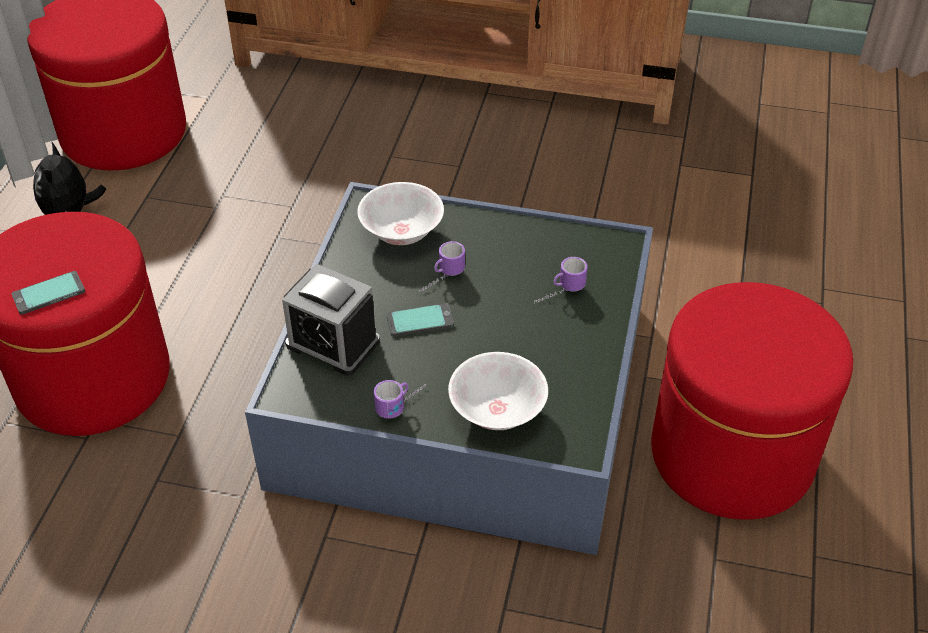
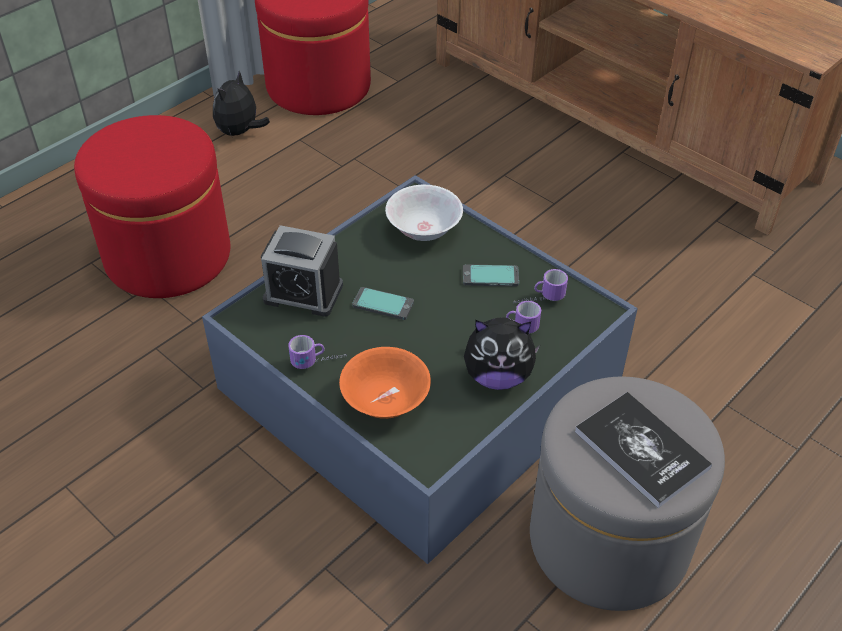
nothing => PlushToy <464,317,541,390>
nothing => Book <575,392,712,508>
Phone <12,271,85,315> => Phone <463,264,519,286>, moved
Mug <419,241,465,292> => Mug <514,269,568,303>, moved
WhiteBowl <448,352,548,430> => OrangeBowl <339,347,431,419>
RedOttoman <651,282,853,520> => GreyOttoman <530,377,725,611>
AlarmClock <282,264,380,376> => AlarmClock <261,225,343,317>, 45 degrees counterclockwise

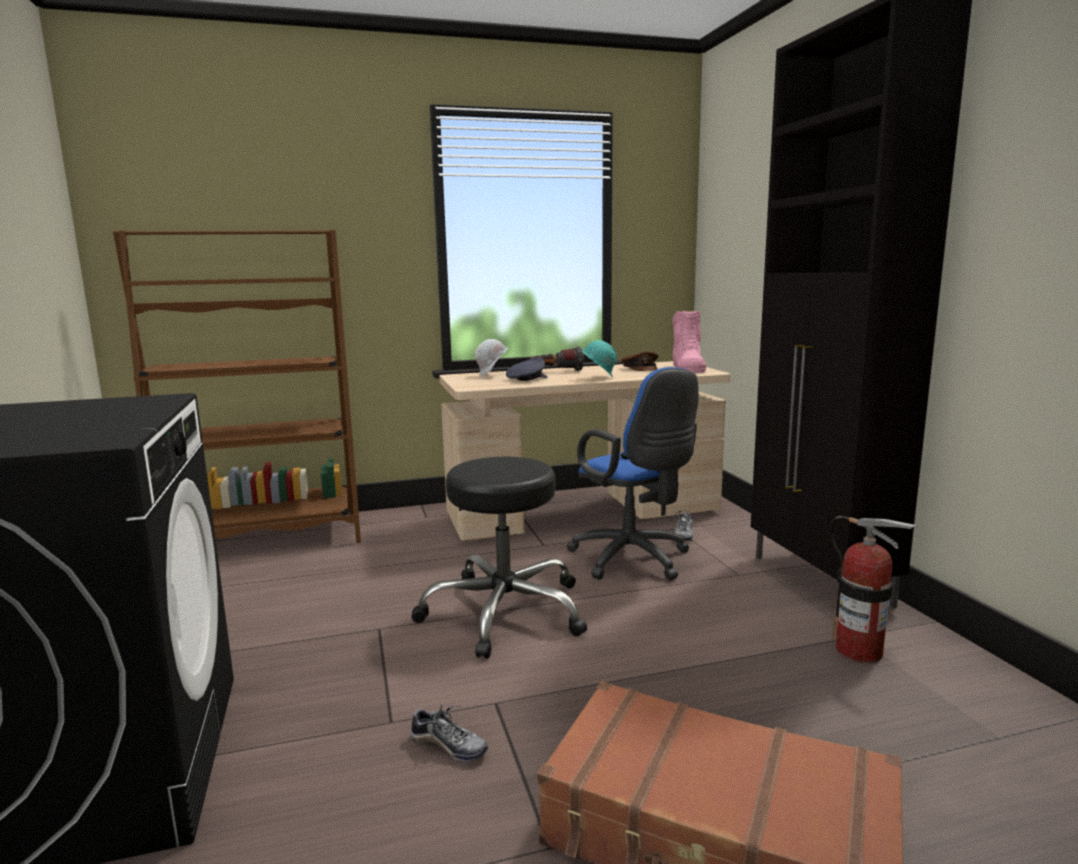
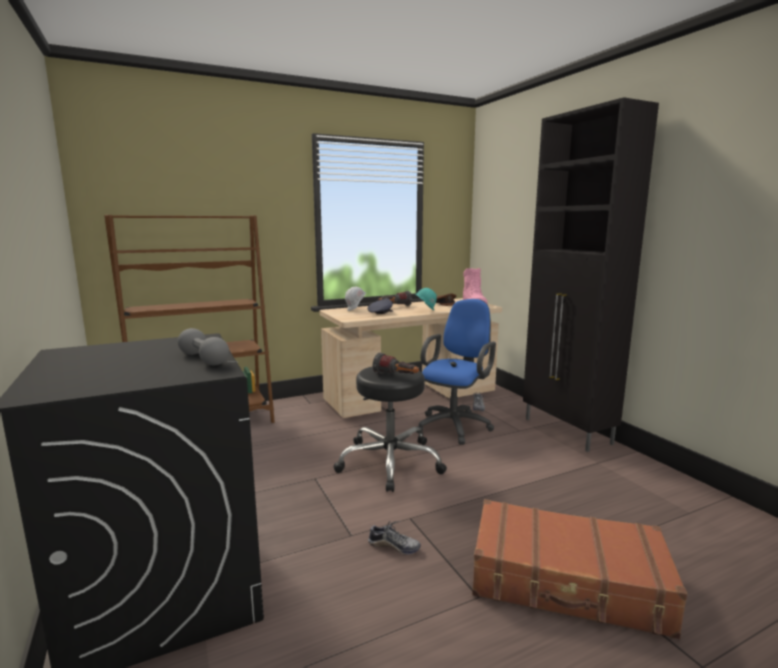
FireExtinguisher <829,516,917,663> => nothing
nothing => GreyDumbbell <178,328,229,365>
nothing => Flashlight <373,353,419,374>
BlueOfficeChair <567,367,699,580> => BlueOfficeChair <416,299,496,445>, 105 degrees counterclockwise

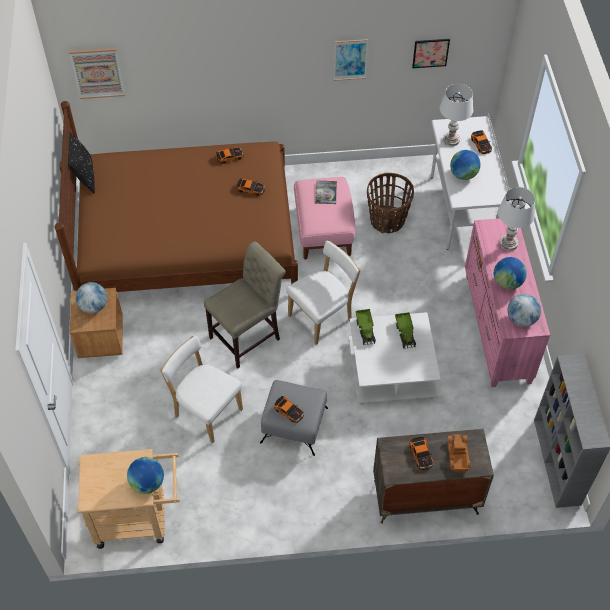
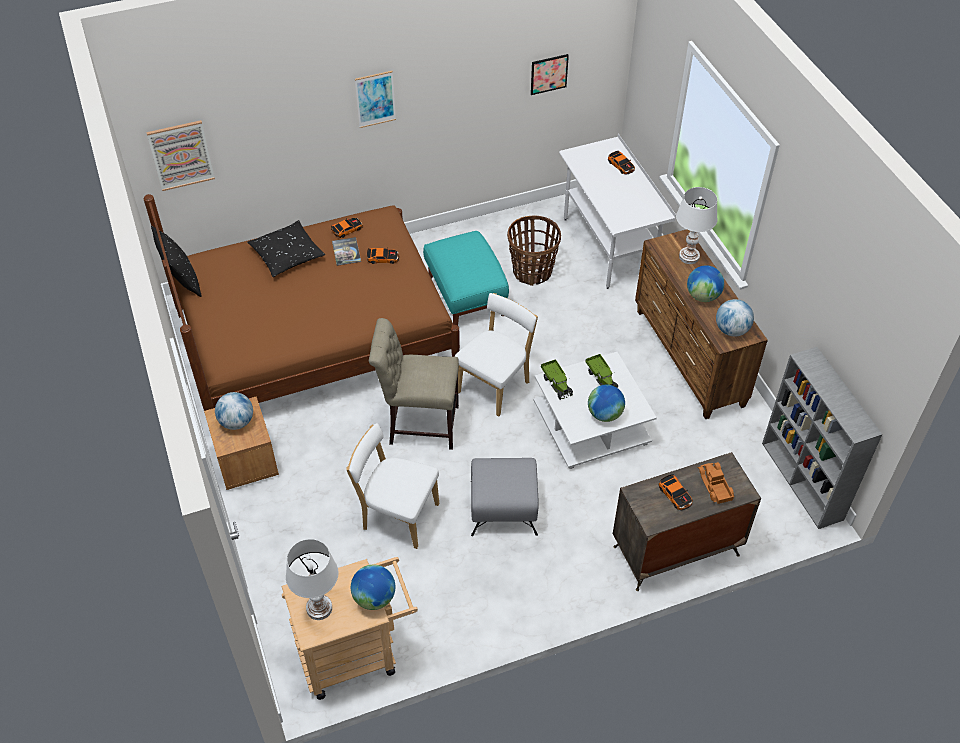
ToyCar <274,396,304,423> => nothing
nothing => BlackPillow <247,220,325,277>
Book <315,181,337,204> => Book <332,237,361,266>, moved
Picture <334,39,368,81> => Picture <355,71,396,128>, moved
WhiteTableLamp <440,84,473,147> => WhiteTableLamp <286,539,339,620>, moved
Globe <450,150,480,180> => Globe <588,385,625,422>, moved
PinkOttoman <294,177,356,260> => TurquoiseOttoman <423,231,509,326>
PinkDresser <465,218,550,387> => BrownDresser <635,229,768,419>
BeigeChair <204,241,286,369> => BeigeChair <369,318,459,450>, 120 degrees counterclockwise

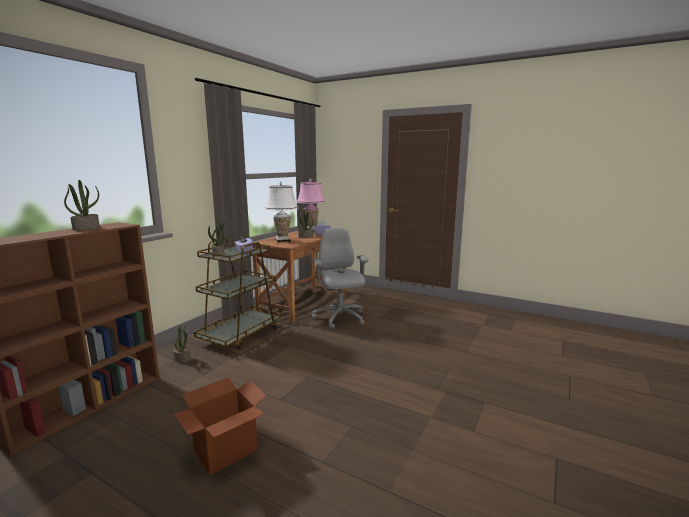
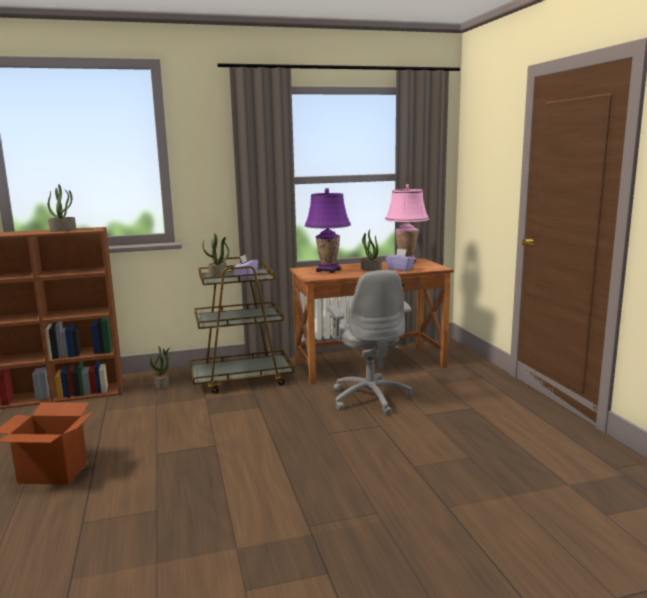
WhiteTableLamp <265,182,298,243> => PurpleTableLamp <305,188,351,273>
GreyOfficeChair <312,228,368,329> => GreyOfficeChair <327,270,412,415>, 135 degrees clockwise

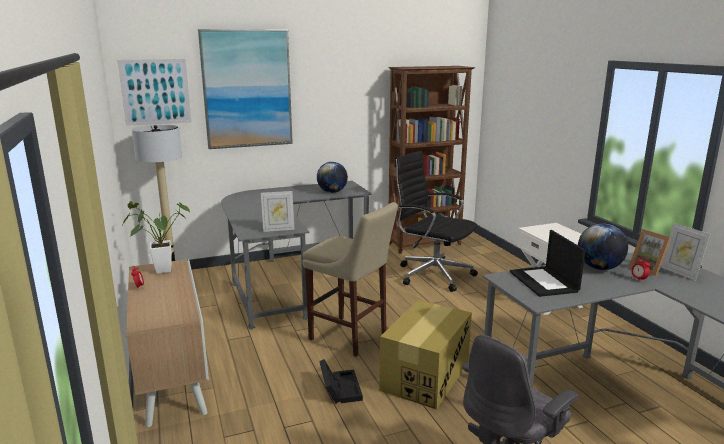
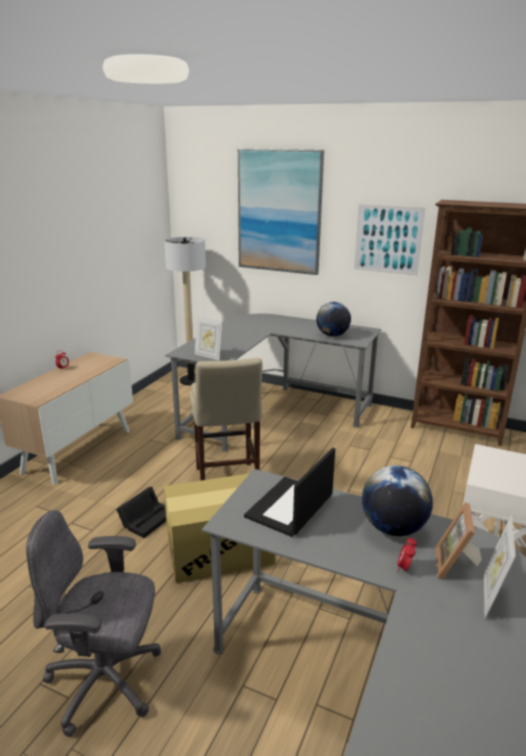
PottedPlant <123,201,190,274> => nothing
BlackOfficeChair <394,151,478,292> => nothing
Picture <117,59,192,126> => Picture <354,204,425,275>, moved

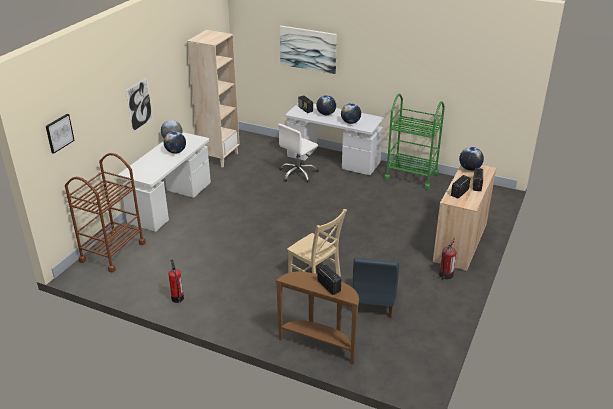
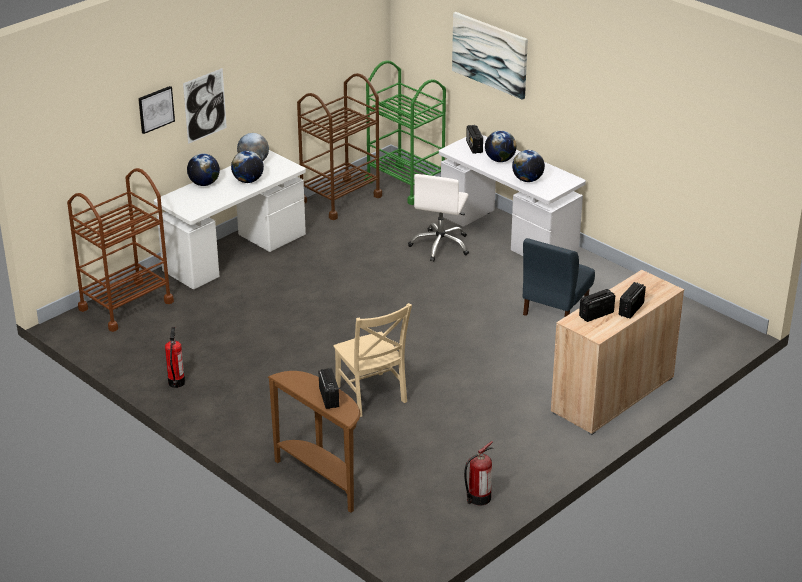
Picture <46,114,75,154> => Picture <138,86,175,134>, moved
BlueChair <352,257,399,318> => BlueChair <523,238,595,317>, moved
GreenCart <384,94,445,190> => GreenCart <365,60,446,205>, moved
FireExtinguisher <439,238,456,280> => FireExtinguisher <464,441,493,505>, moved
Globe <459,147,484,171> => Globe <187,153,220,186>, moved
BeigeBookcase <187,30,240,167> => BrownCart <297,73,382,220>
WhiteOfficeChair <278,124,319,183> => WhiteOfficeChair <408,174,469,261>, 45 degrees counterclockwise

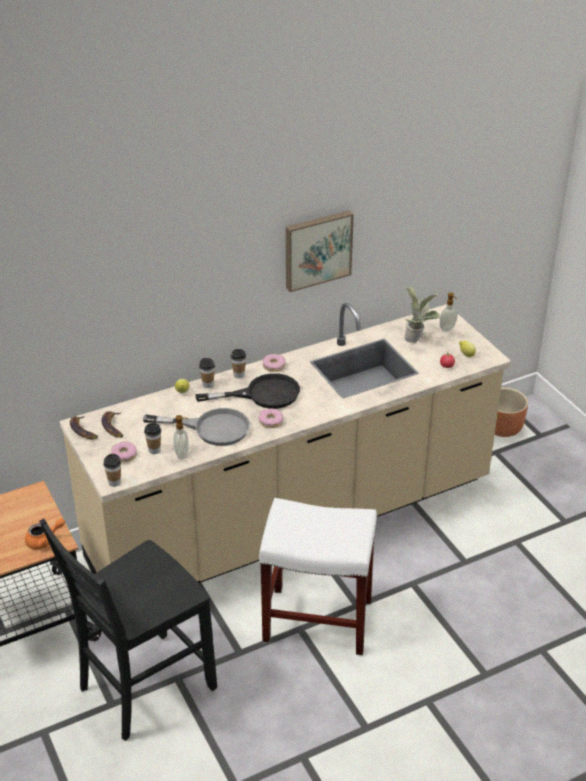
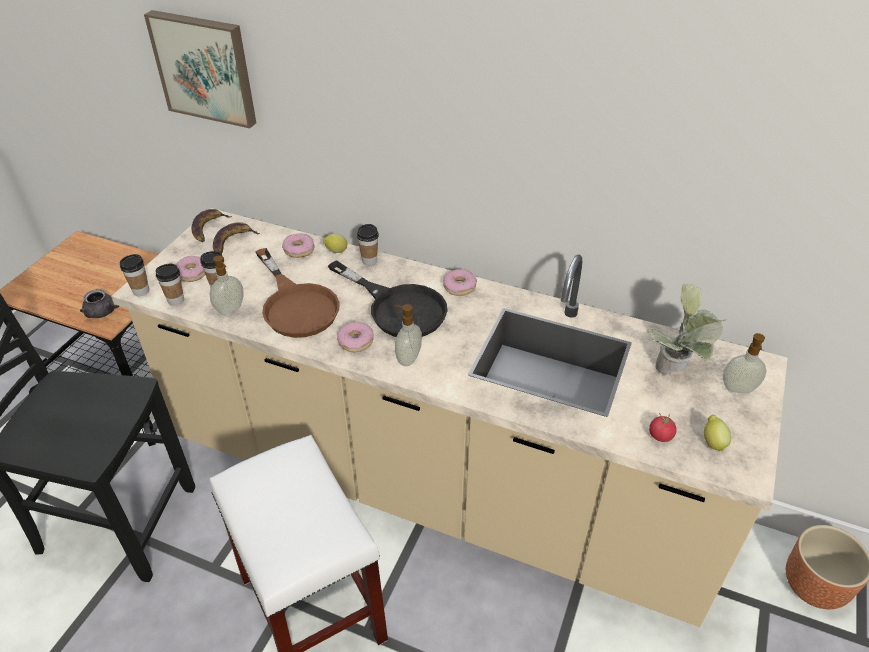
nothing => Donut <282,233,314,258>
nothing => SoapDispenser <395,304,422,366>
Cup <231,349,246,378> => Cup <155,264,184,306>, moved
Picture <286,211,354,292> => Picture <144,10,256,128>, moved
OrangeTeapot <25,518,65,549> => GreyTeapot <80,289,119,318>
GreyFryingPan <143,408,250,446> => BrownFryingPan <255,248,340,338>

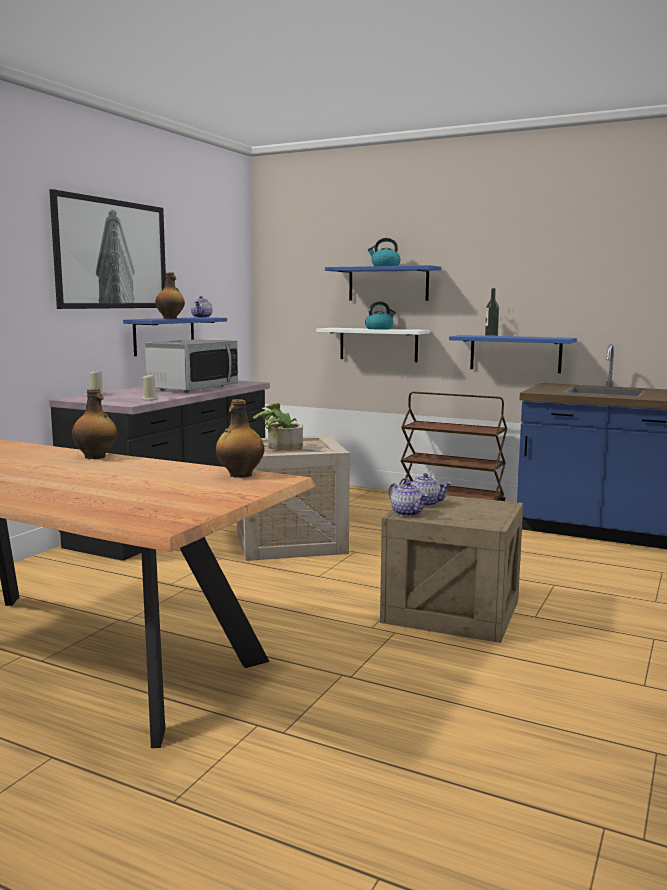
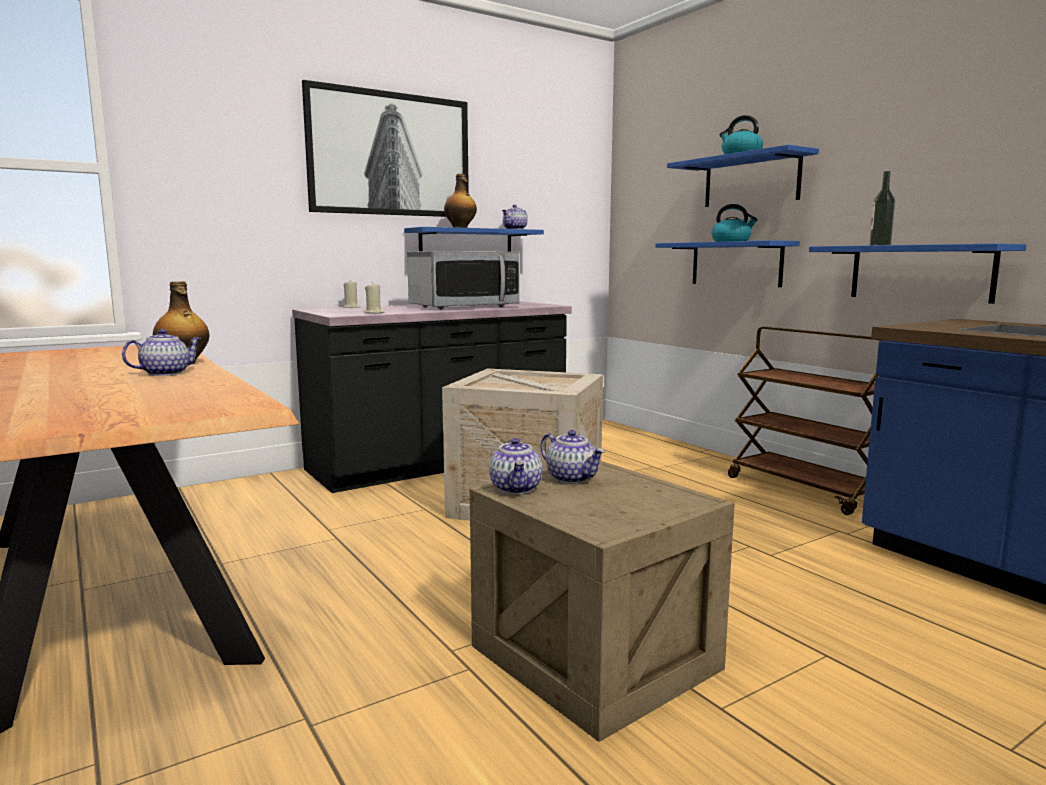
Bottle <216,399,265,478> => nothing
PottedPlant <253,403,303,451> => nothing
nothing => Teapot <122,329,202,376>
WhiteShelf <316,328,430,362> => BlueShelf <655,240,800,287>

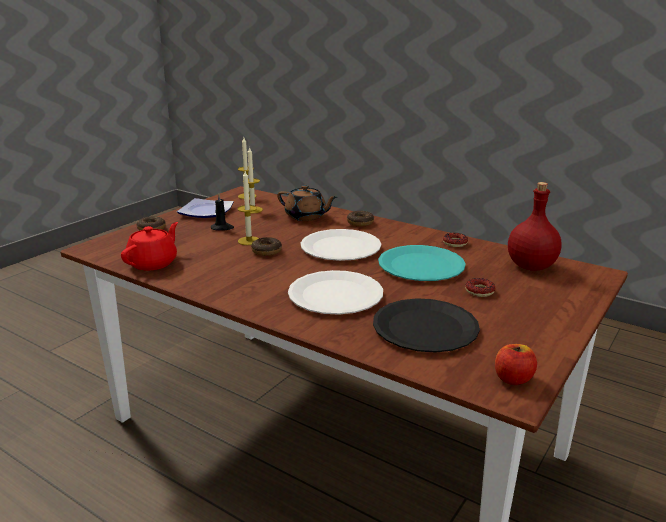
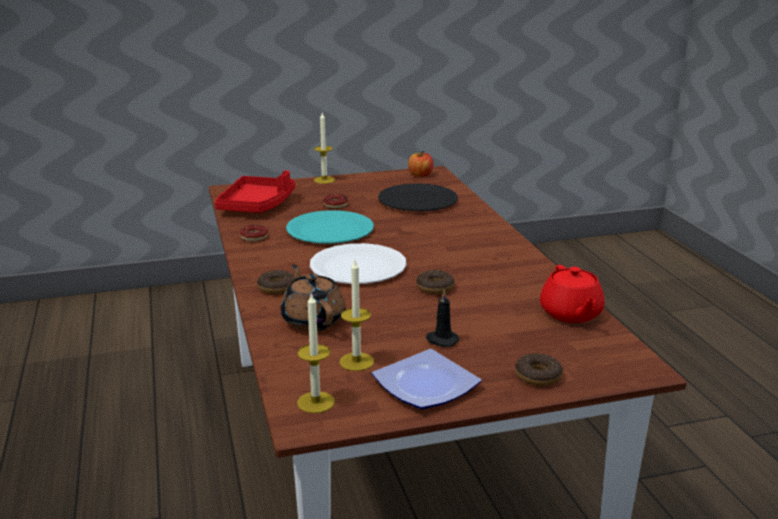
WhitePlate <288,270,383,315> => nothing
Candle <238,171,259,245> => Candle <314,113,335,184>, moved
RedBottle <508,182,562,271> => RedTray <215,170,295,213>
RedTeapot <121,222,178,271> => RedTeapot <540,265,605,323>, 75 degrees counterclockwise

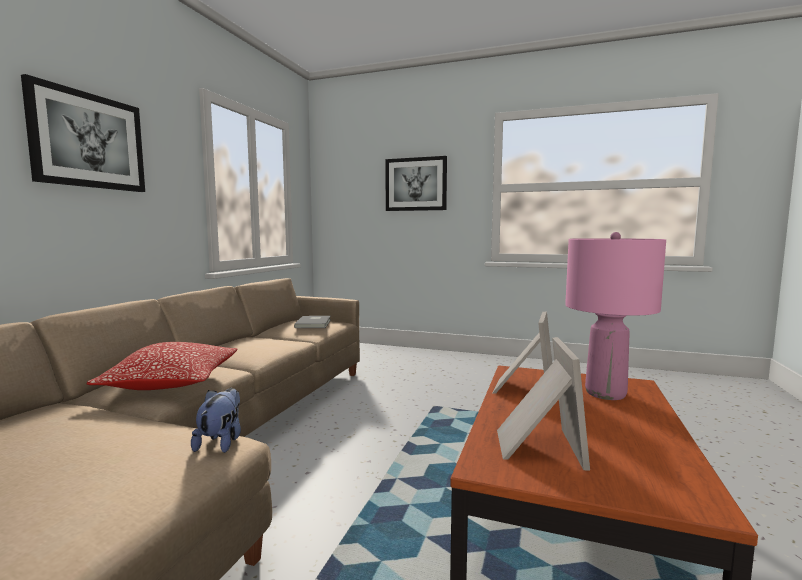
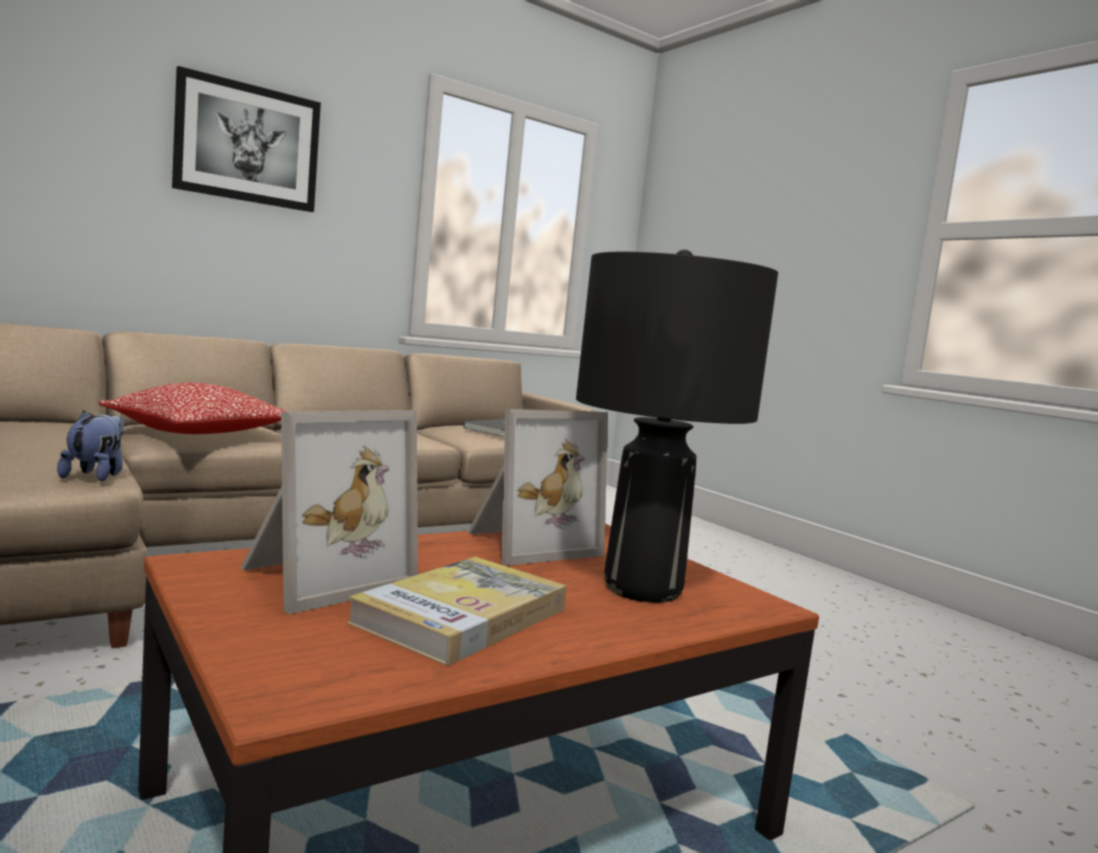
Picture <386,156,447,211> => nothing
nothing => Book <347,557,566,666>
PinkTableLamp <565,232,666,400> => BlackTableLamp <576,250,778,603>
PlushToy <191,388,241,453> => PlushToy <57,411,124,481>, 45 degrees counterclockwise

